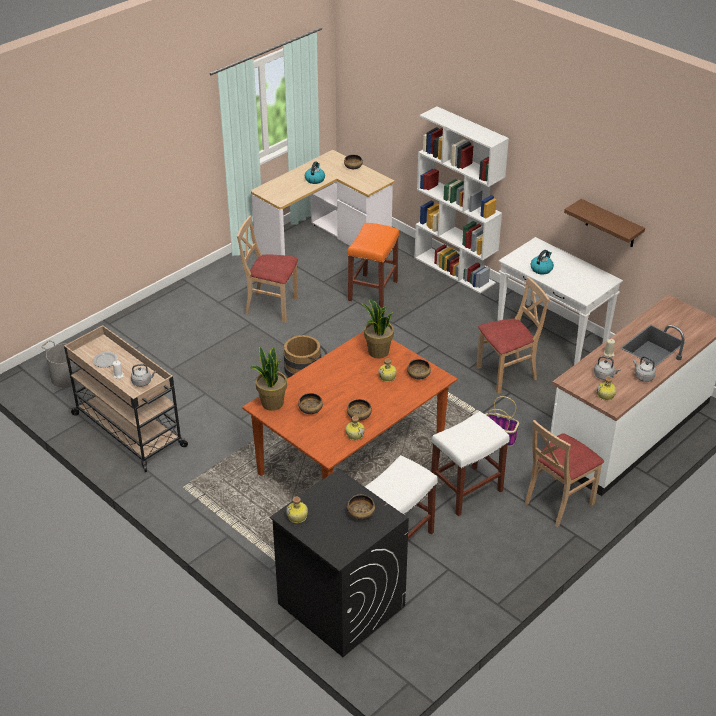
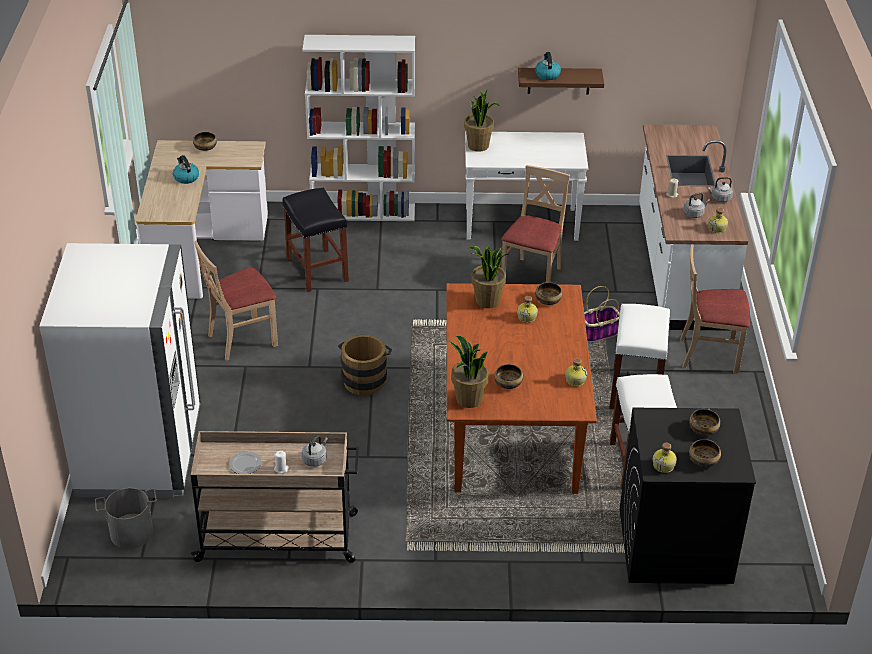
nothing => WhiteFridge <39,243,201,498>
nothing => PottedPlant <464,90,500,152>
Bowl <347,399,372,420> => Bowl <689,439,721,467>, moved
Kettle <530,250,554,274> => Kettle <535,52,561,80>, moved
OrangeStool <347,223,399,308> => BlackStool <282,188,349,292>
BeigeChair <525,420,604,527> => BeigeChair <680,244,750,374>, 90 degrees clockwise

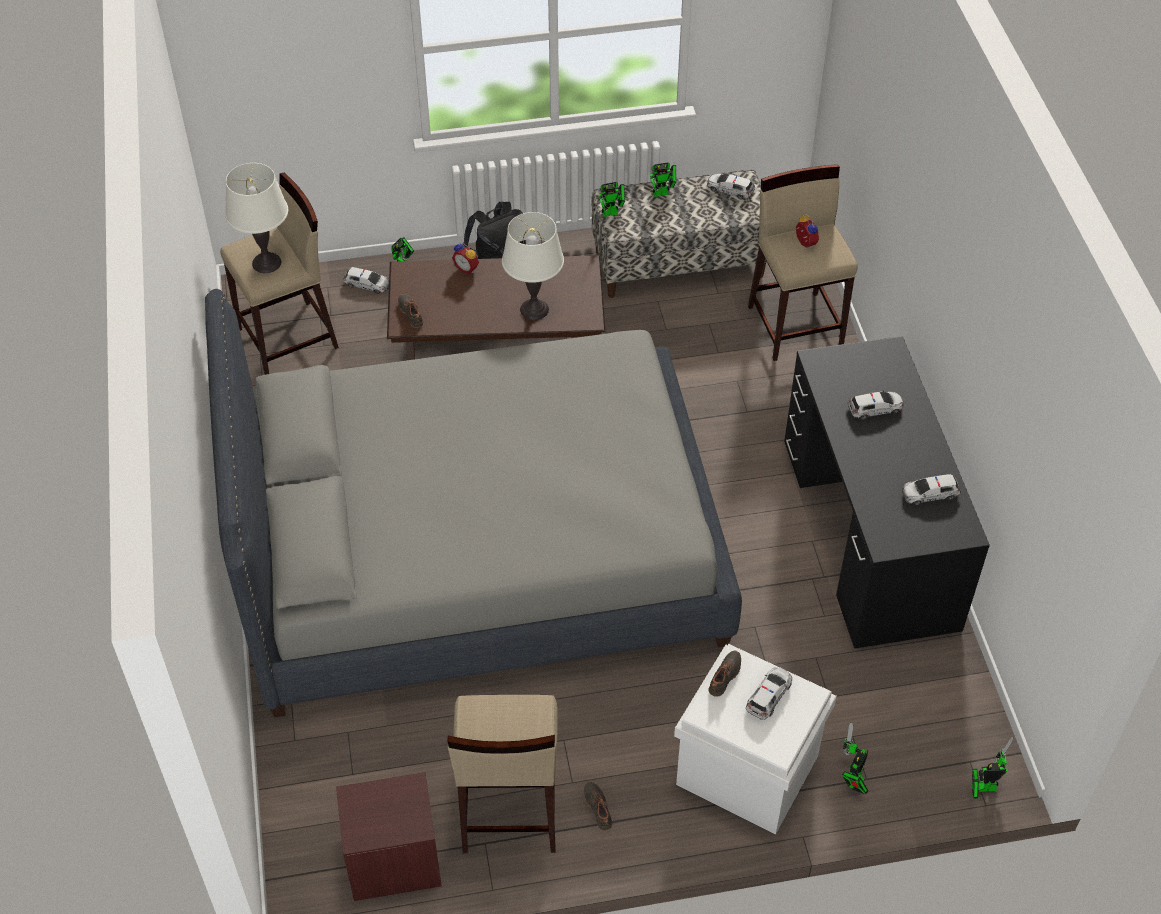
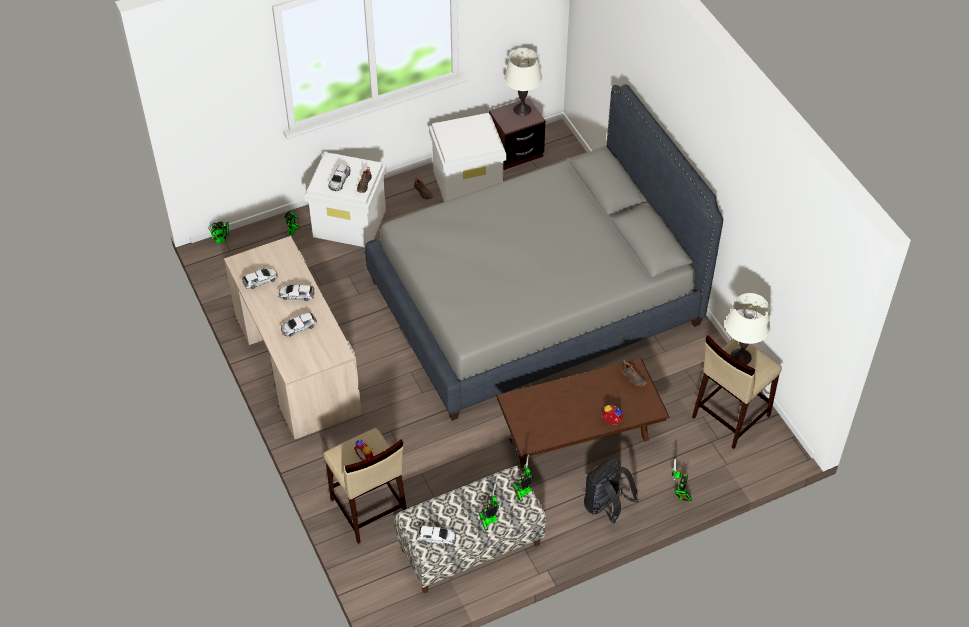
ToyCar <343,267,389,294> => ToyCar <279,284,315,301>, moved
WhiteTableLamp <502,212,564,320> => WhiteTableLamp <504,48,542,116>, moved
BeigeStool <447,695,558,853> => WhiteStorageBox <429,113,506,202>
BlackDesk <784,336,990,649> => BeigeDesk <224,236,362,439>

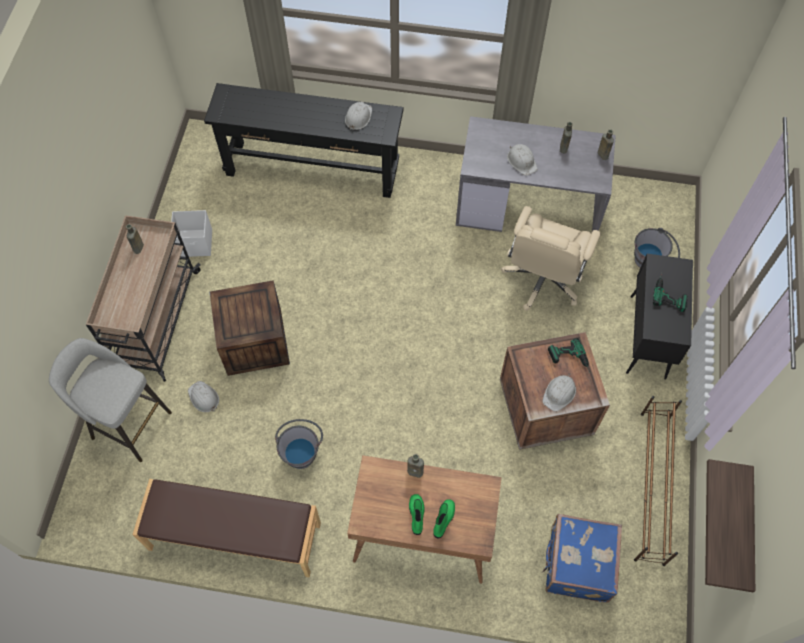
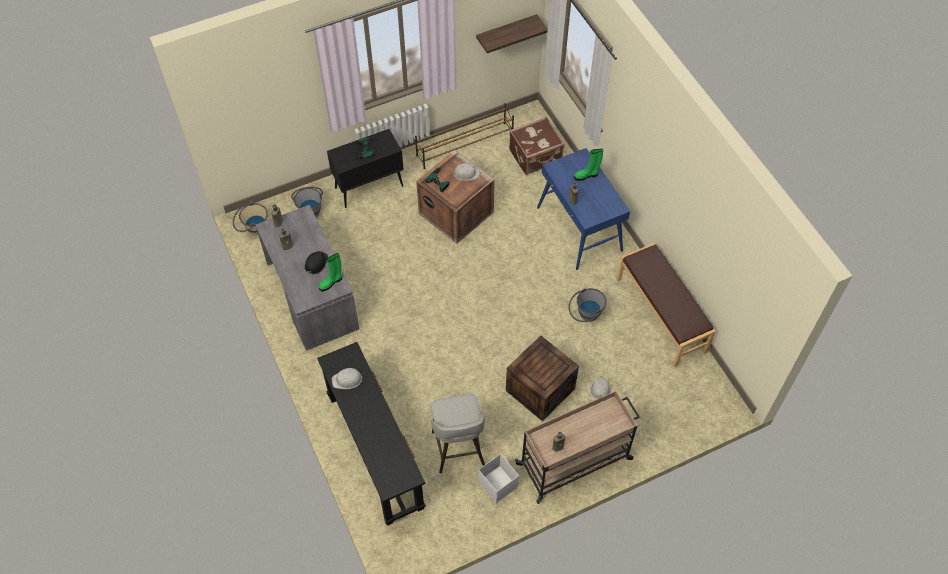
BeigeOfficeChair <501,206,601,311> => nothing
nothing => BeigeBucket <233,202,268,236>
GreyStool <49,338,172,462> => GreyStool <431,394,485,473>, moved
GreenBoot <409,494,425,535> => GreenBoot <319,253,342,291>, moved
BrownDesk <347,455,502,584> => BlueDesk <537,148,630,270>
WhiteHardHat <507,144,537,176> => BlackHardHat <305,251,328,275>
BlueSuitcase <542,514,622,603> => BrownSuitcase <509,117,565,175>

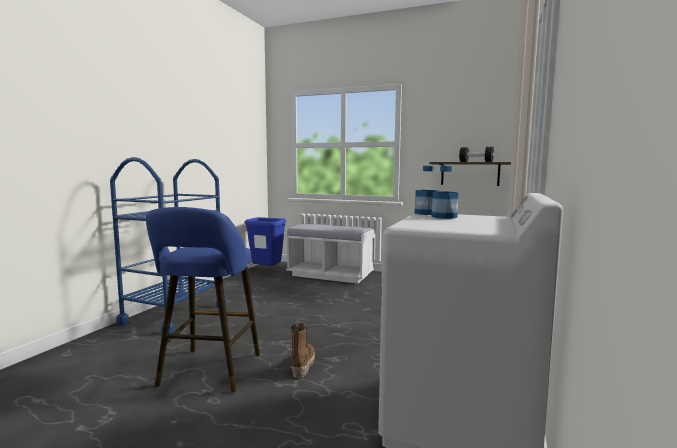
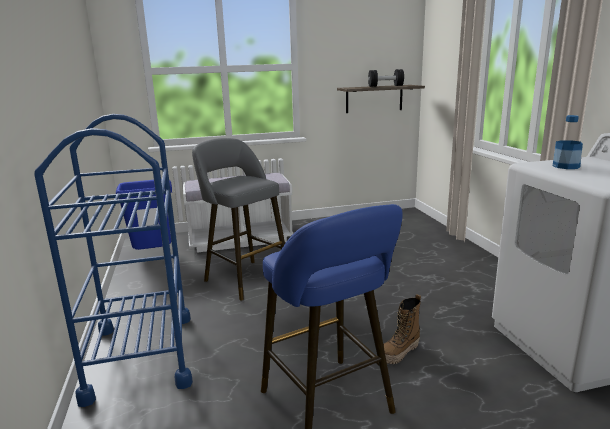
Bottle <414,166,439,215> => nothing
nothing => GreyStool <192,138,285,300>
Boot <291,323,315,378> => Boot <383,294,421,364>, 105 degrees counterclockwise

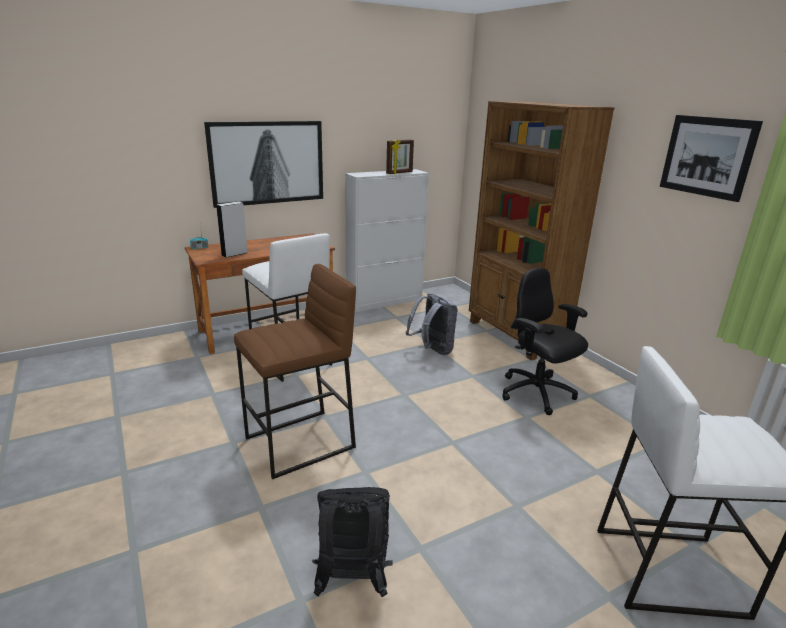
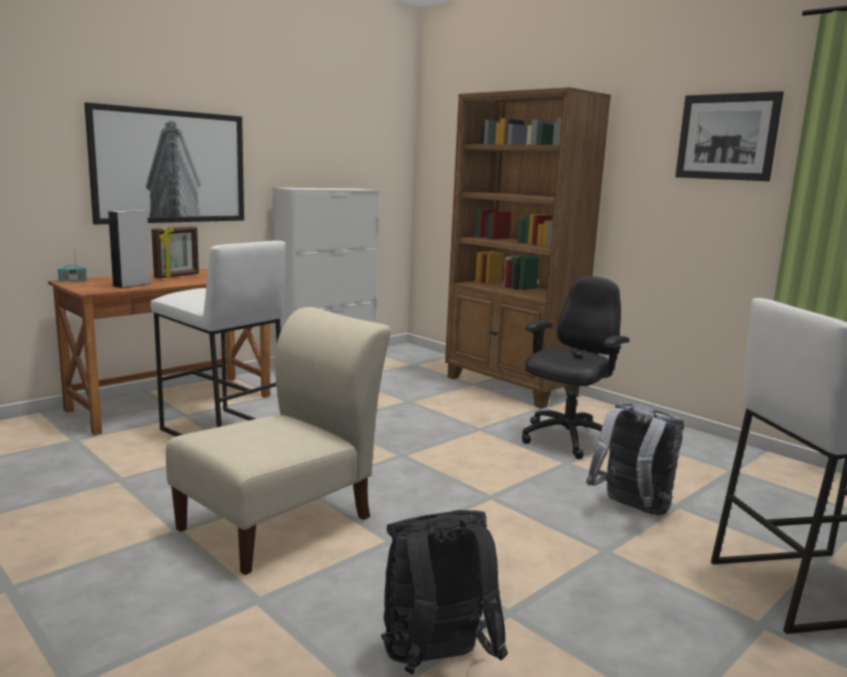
PictureFrame <386,140,414,174> => PictureFrame <151,227,199,279>, moved
GreyBackpack <406,294,458,355> => GreyBackpack <586,403,684,516>, moved
BrownStool <234,264,356,480> => BeigeChair <166,307,391,575>
BlackOfficeChair <502,268,588,415> => BlackOfficeChair <522,276,630,459>, 90 degrees clockwise

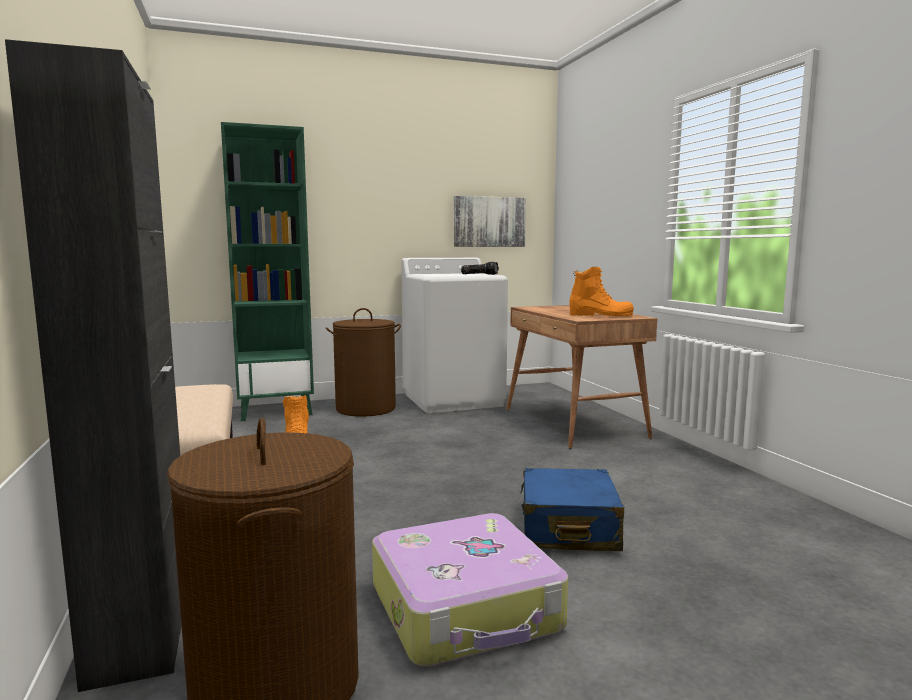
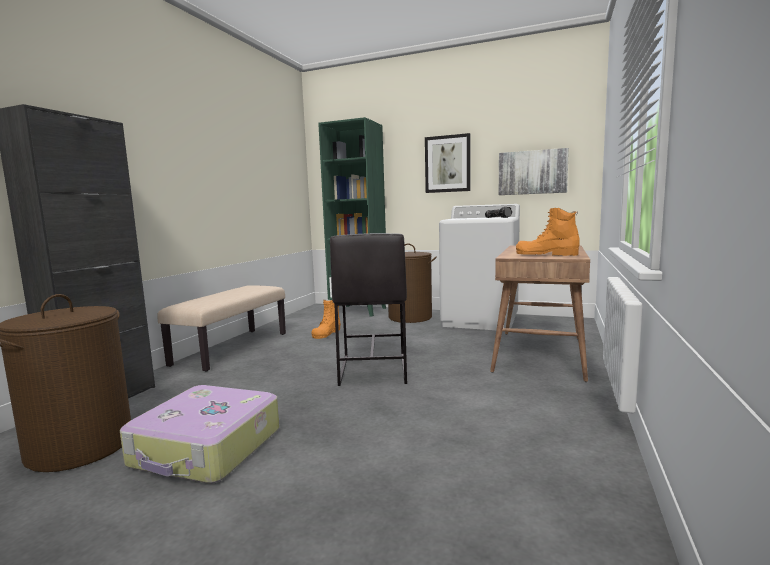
BlueSuitcase <520,468,624,551> => nothing
nothing => GreyStool <330,233,407,386>
nothing => Picture <425,133,470,193>
OrangeBoot <569,267,634,316> => OrangeBoot <516,208,580,256>, 150 degrees clockwise

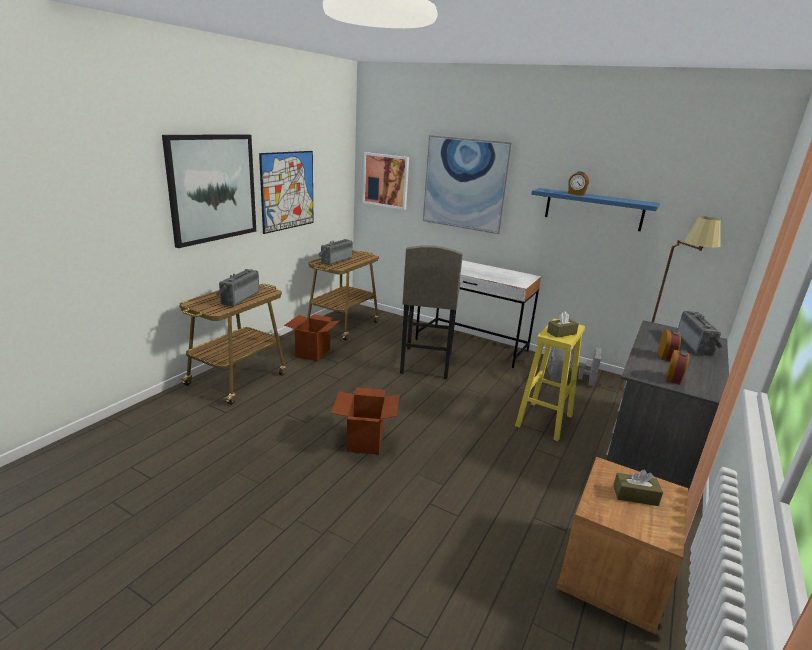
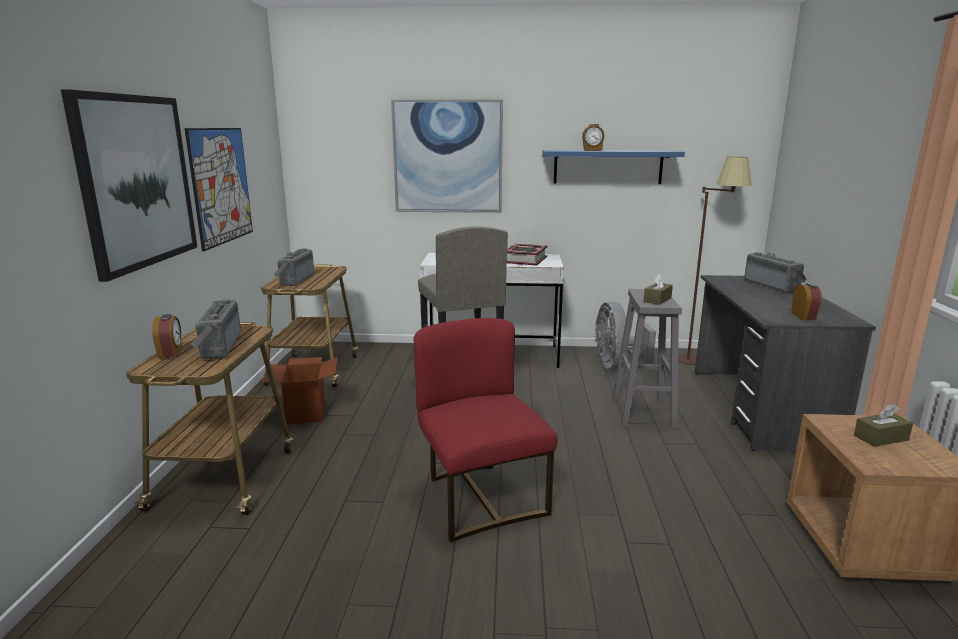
Picture <363,152,409,210> => nothing
nothing => Book <507,244,548,265>
AlarmClock <658,330,681,361> => AlarmClock <152,314,182,358>, moved
CardboardBox <331,387,400,455> => RedChair <414,318,557,543>
YellowStool <515,319,585,441> => GreyStool <613,289,682,428>

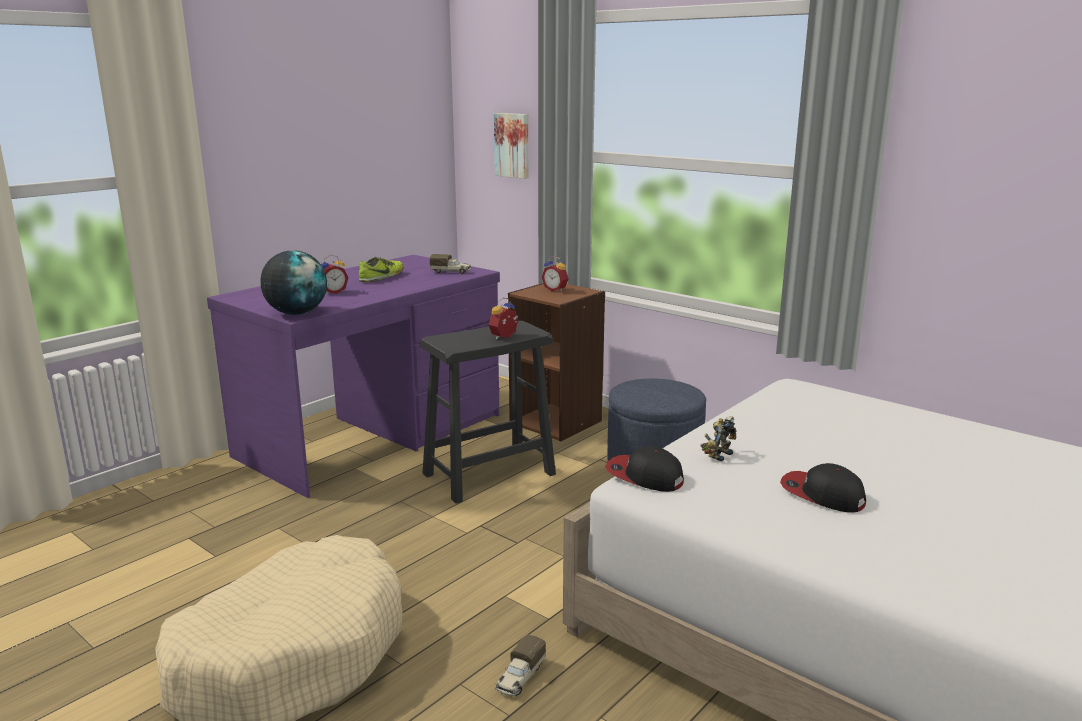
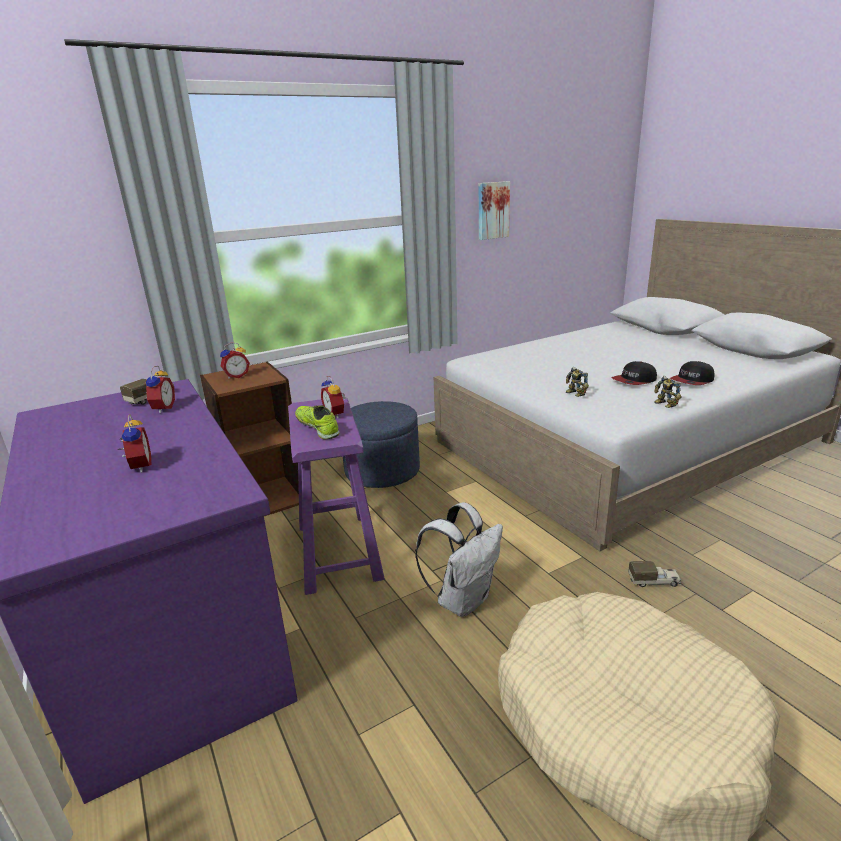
Globe <261,250,327,315> => nothing
nothing => AlarmClock <144,366,175,413>
nothing => WhiteBackpack <415,502,503,617>
nothing => ToyRobot <654,376,682,408>
Shoe <359,257,404,282> => Shoe <295,405,340,439>, moved
Picture <494,113,528,179> => Picture <479,181,510,240>, moved
Cap <605,446,684,492> => Cap <670,361,714,385>, moved
BlackStool <419,321,556,504> => PurpleStool <288,398,385,595>
ToyTruck <495,635,546,696> => ToyTruck <628,561,681,587>, 45 degrees counterclockwise

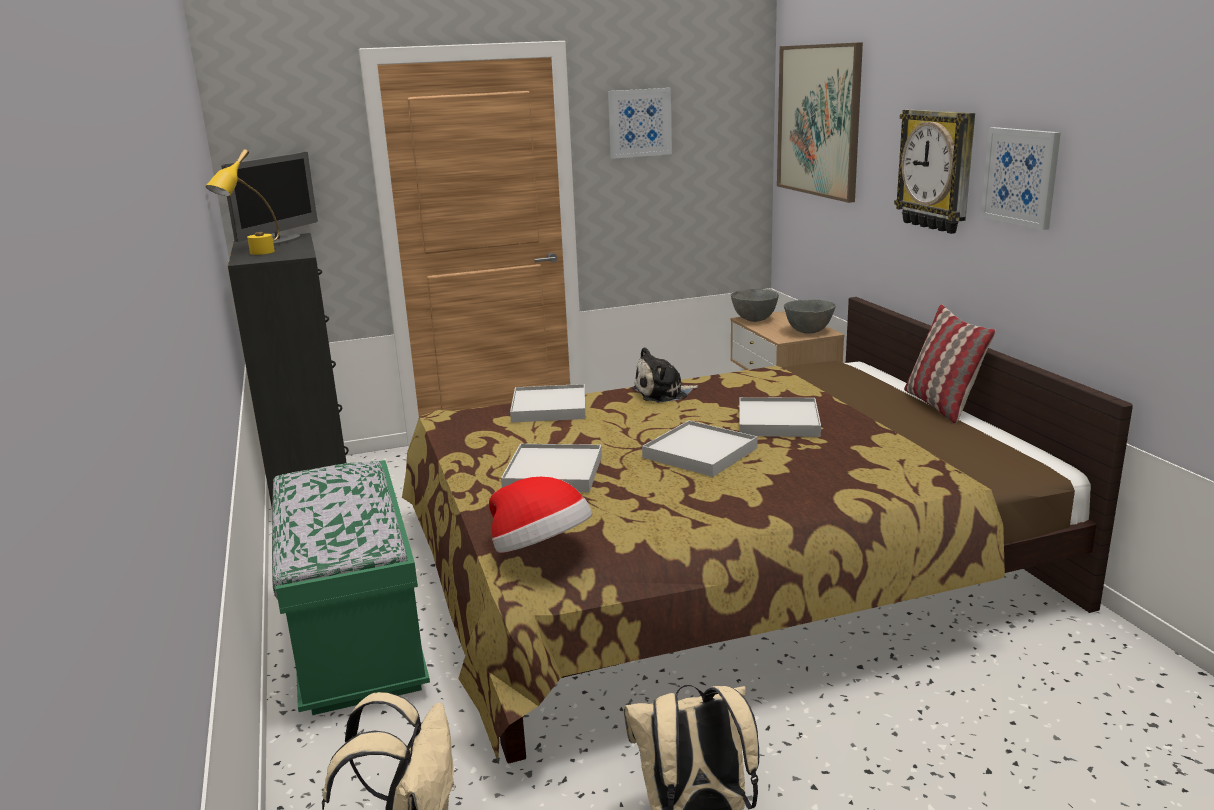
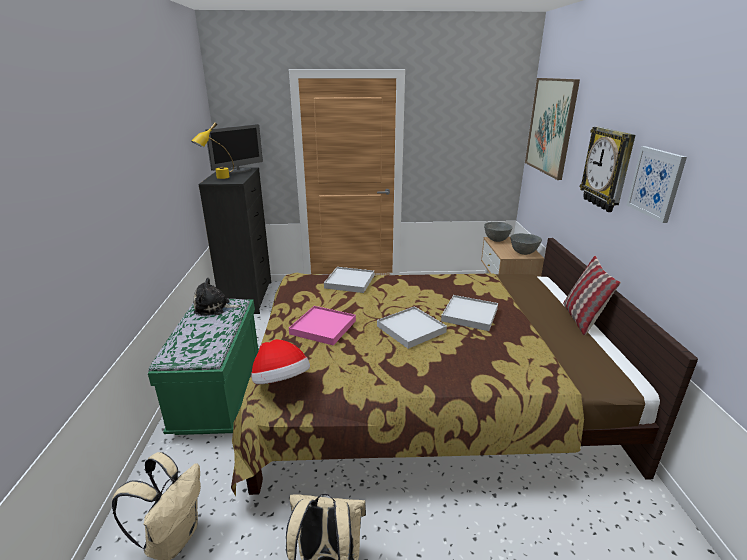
Picture <608,88,672,159> => nothing
PlushToy <632,347,699,402> => PlushToy <194,277,241,316>, moved
WhiteTray <501,444,602,492> => PinkTray <289,306,356,345>

